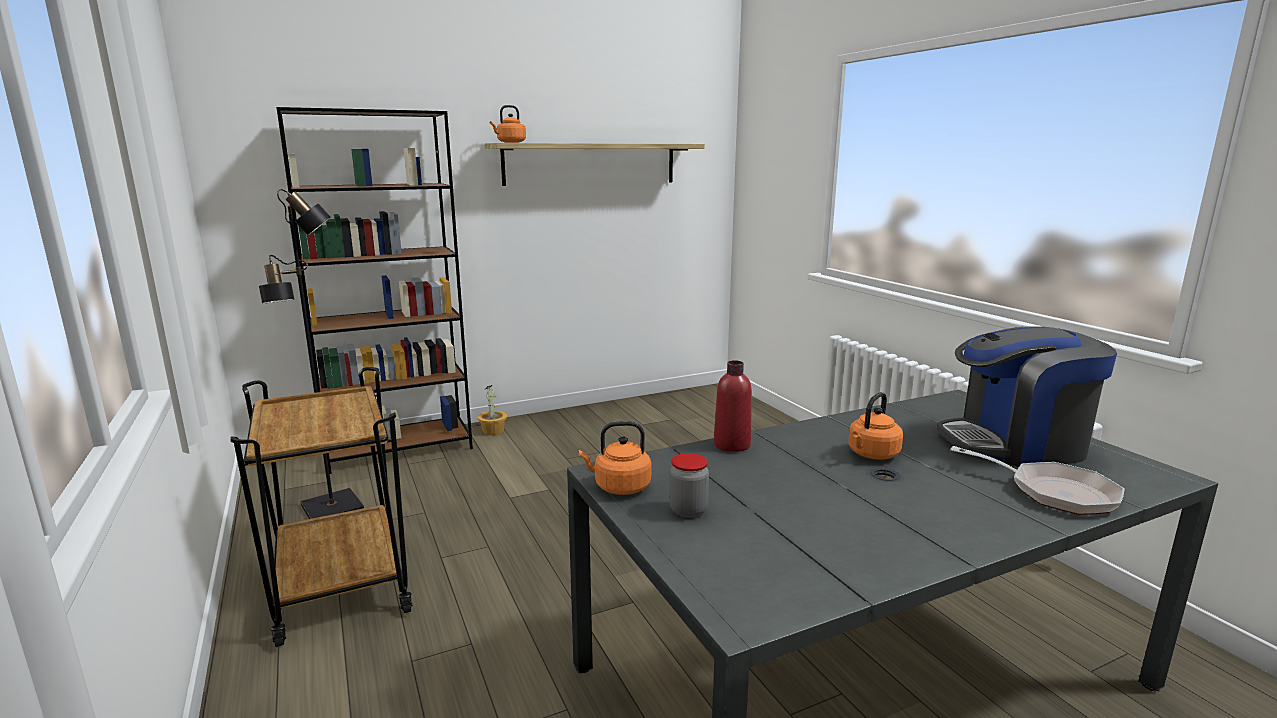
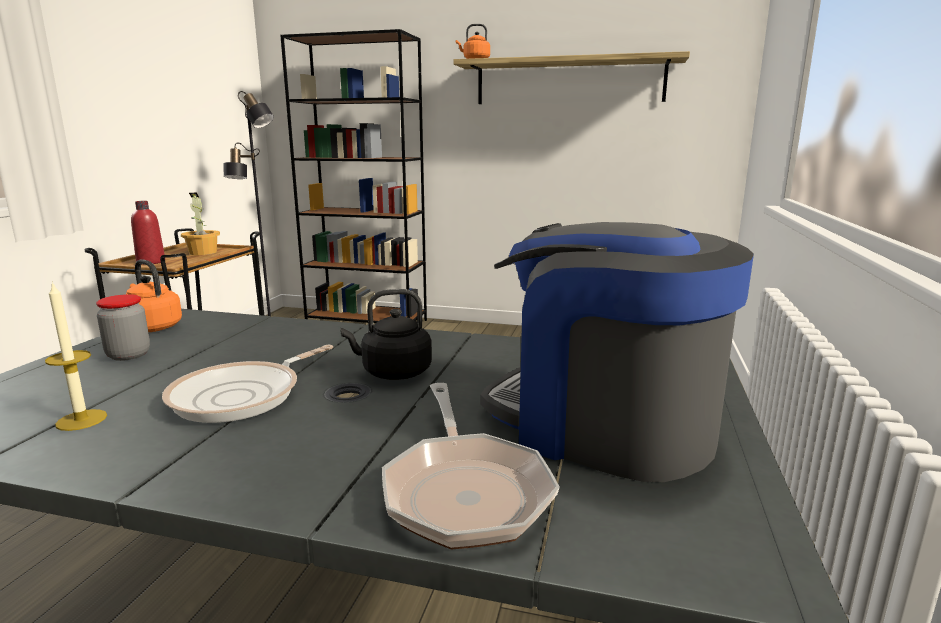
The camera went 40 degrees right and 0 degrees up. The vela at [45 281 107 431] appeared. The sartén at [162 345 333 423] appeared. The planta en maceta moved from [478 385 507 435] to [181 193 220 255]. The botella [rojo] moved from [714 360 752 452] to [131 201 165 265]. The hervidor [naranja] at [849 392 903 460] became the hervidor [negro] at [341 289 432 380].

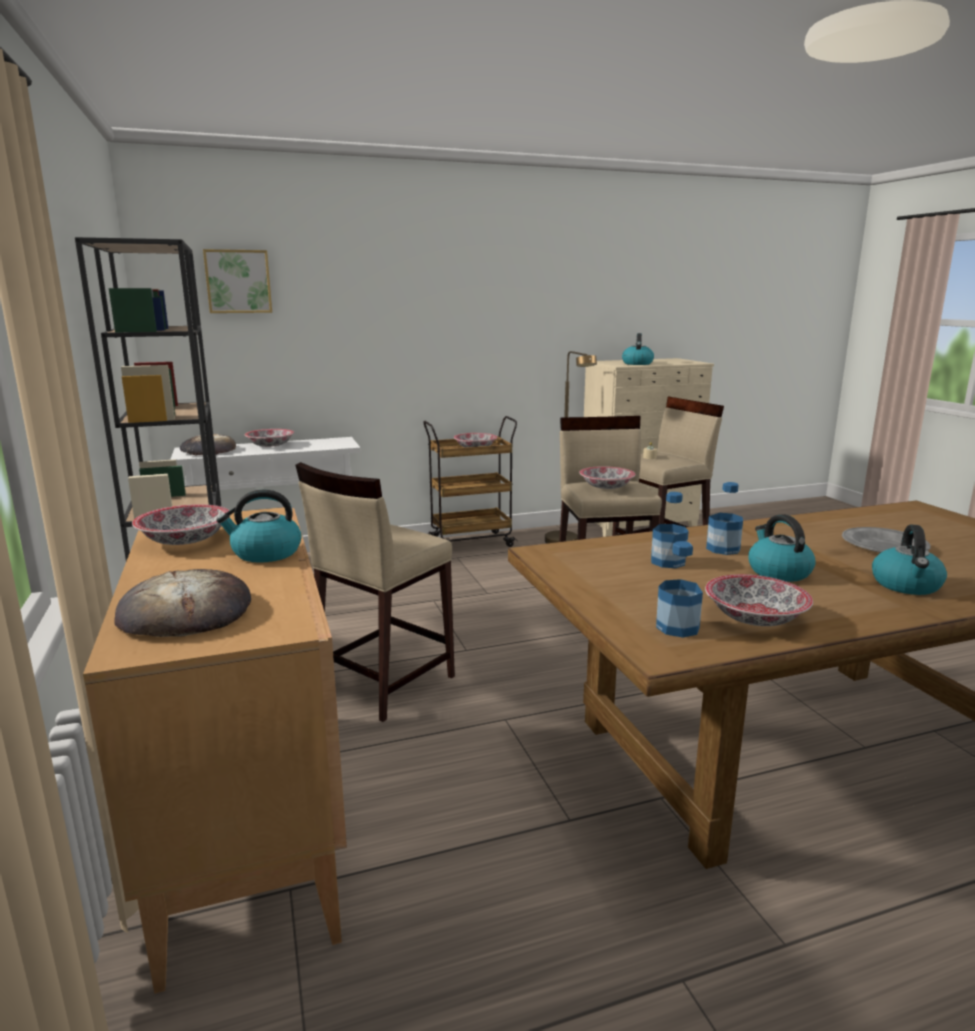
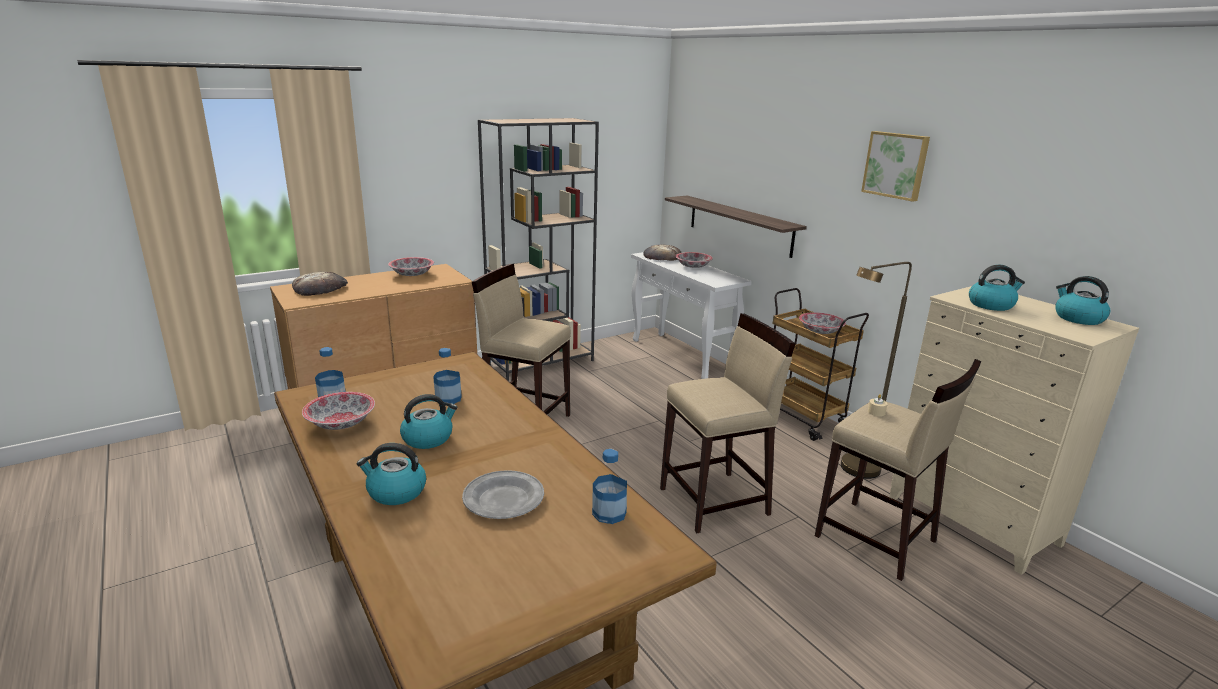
The camera went 75 degrees right and 5 degrees up. The cuenco at [579 466 636 489] disappeared. The estante at [665 196 807 258] appeared. The cuadro moved from [203 249 272 313] to [861 131 930 202]. The hervidor moved from [216 490 302 563] to [1055 276 1110 325]. The botella moved from [706 482 743 555] to [592 449 627 524].

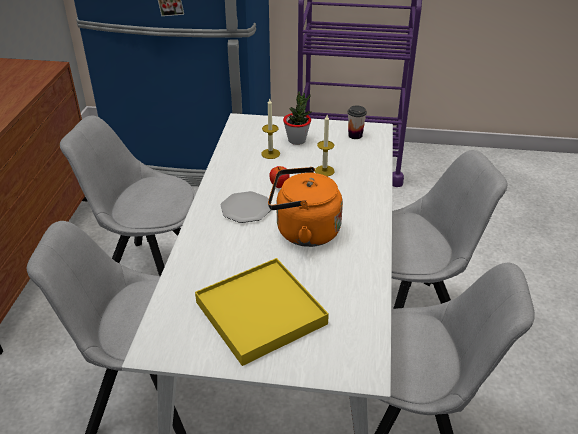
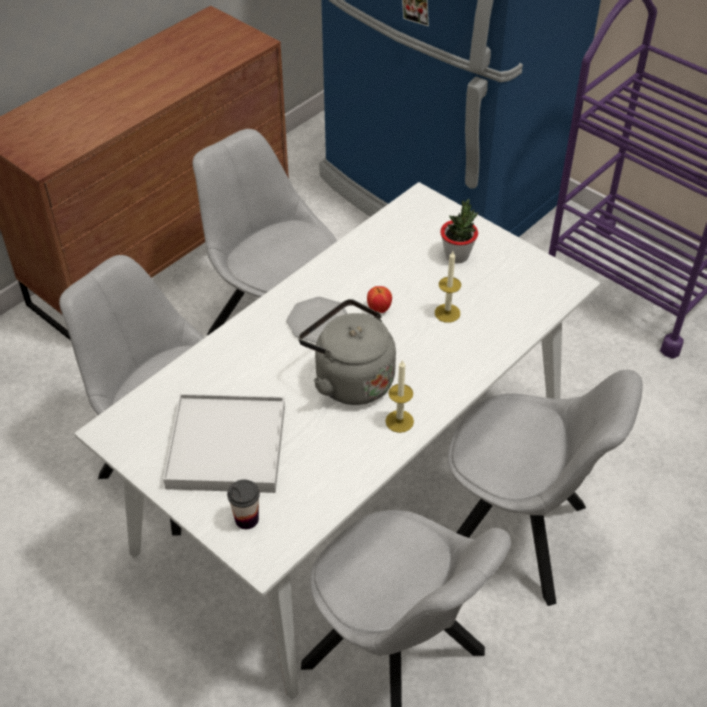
The camera went 35 degrees right and 10 degrees up. The vela moved from [261 99 280 159] to [386 360 414 433]. The taza moved from [348 105 367 139] to [227 480 260 529]. The bandeja [amarillo] at [195 258 329 366] became the bandeja [blanco] at [163 394 285 493]. The hervidor [naranja] at [268 167 343 247] became the hervidor [gris] at [299 299 396 405].

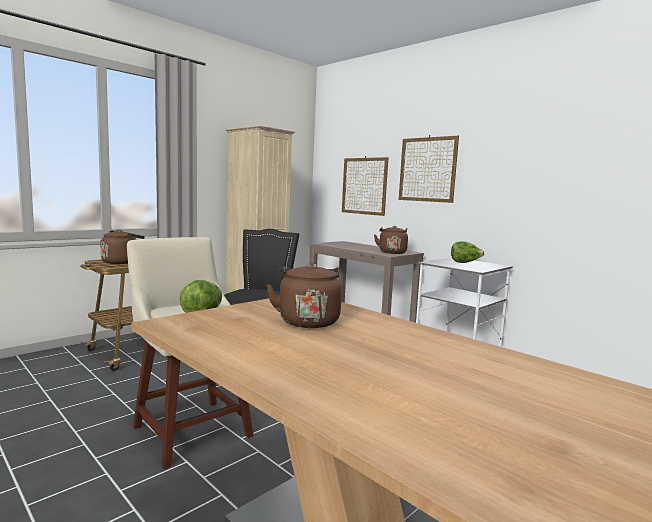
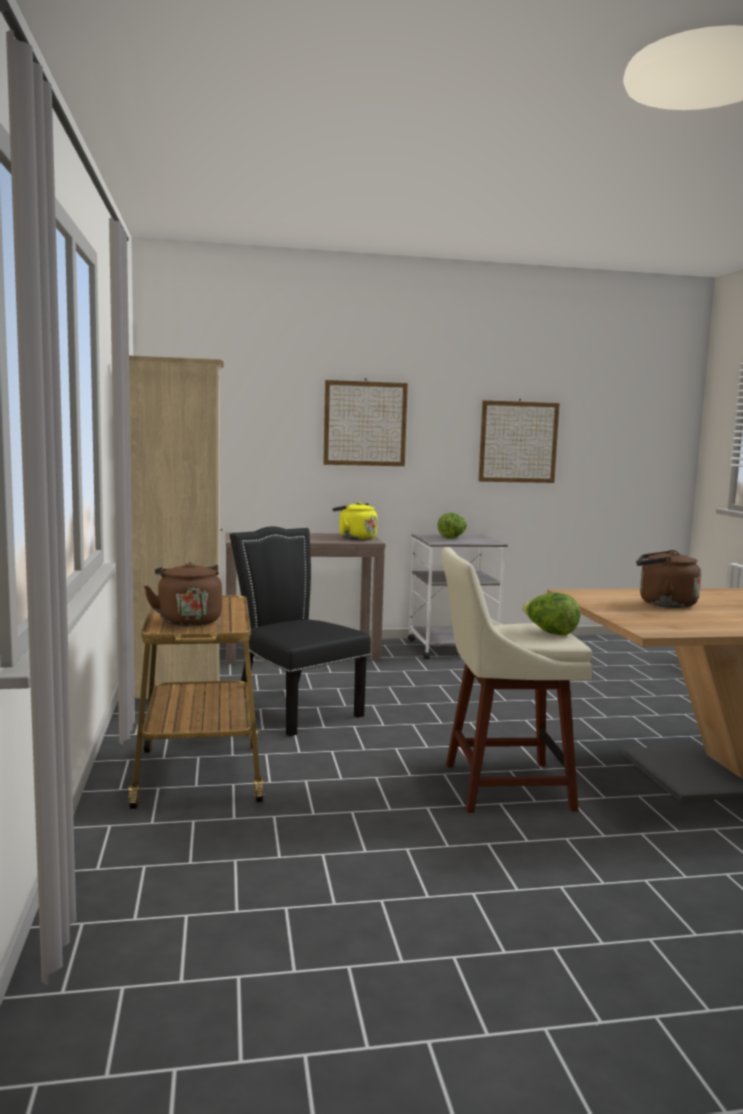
The camera went 55 degrees left and 0 degrees up. The cuadro moved from [342 156 388 216] to [478 399 560 483]. The hervidor [marrón] at [374 226 408 254] became the hervidor [amarillo] at [332 502 377 540].

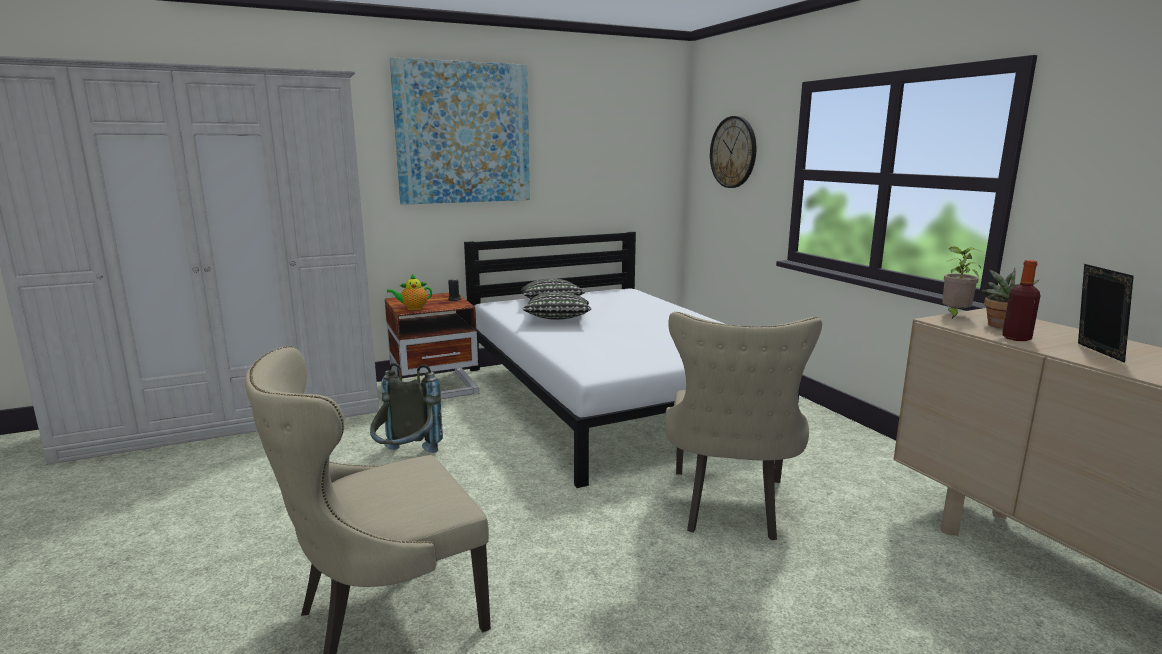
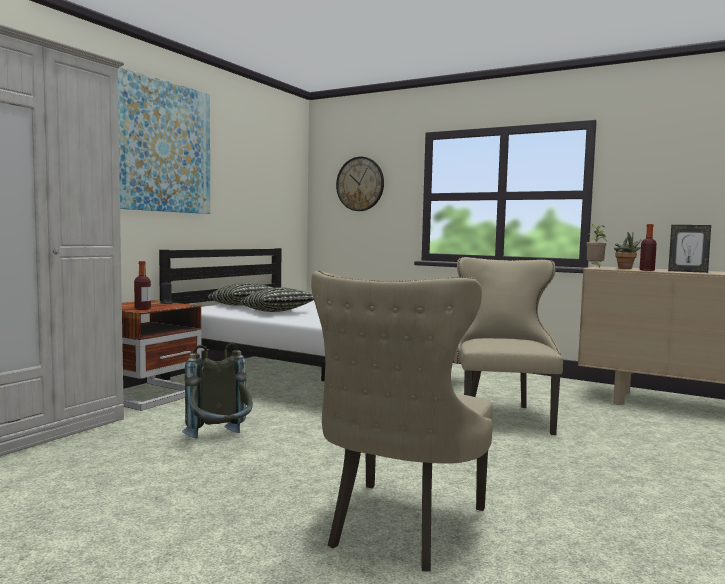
The camera went 35 degrees left and 10 degrees down. The tetera at [387 274 432 310] was replaced by the botella at [134 261 151 310]. The silla [beis] at [665 311 822 540] turned 150 degrees counterclockwise. The portarretratos at [1078 264 1134 363] turned 150 degrees clockwise.

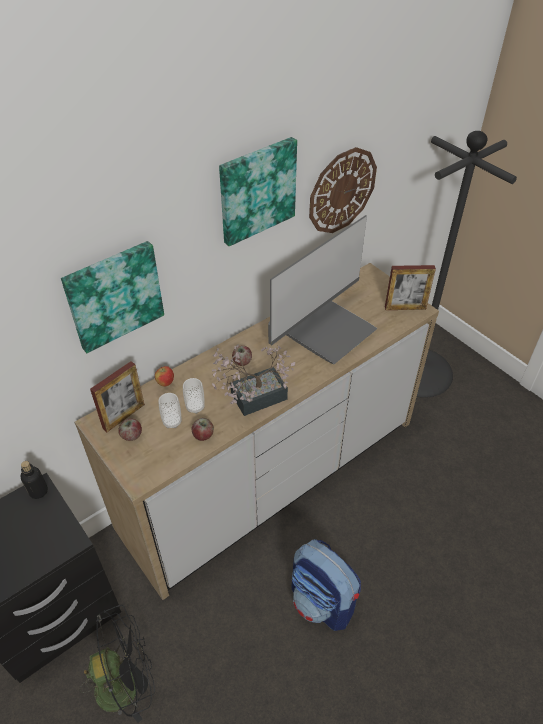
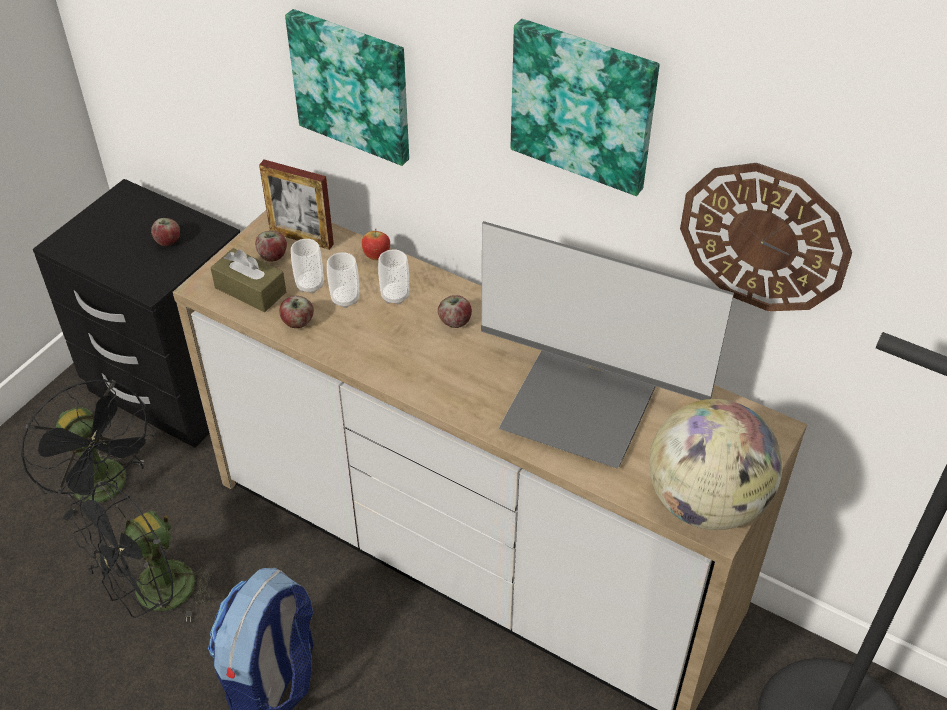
The camera went 70 degrees right and 0 degrees up. The botella at [21 461 48 499] disappeared. The planta en maceta at [212 345 295 416] disappeared. The ventilador [negro] at [70 481 214 622] appeared. The manzana at [151 218 180 246] appeared. The caja de pañuelos [marrón] at [210 248 286 312] appeared. The taza at [378 249 409 305] appeared. The portarretratos at [385 265 436 310] was replaced by the globo terráqueo at [649 399 782 530].

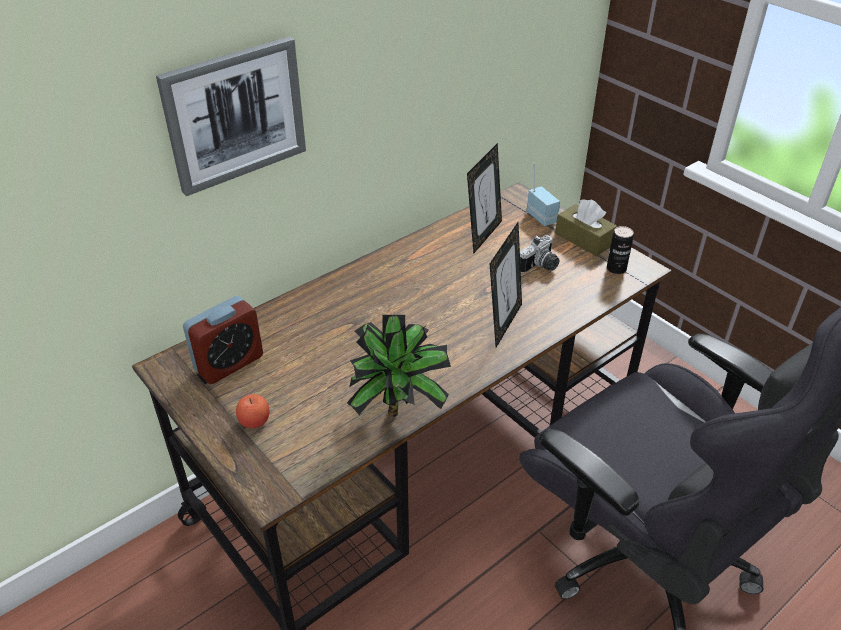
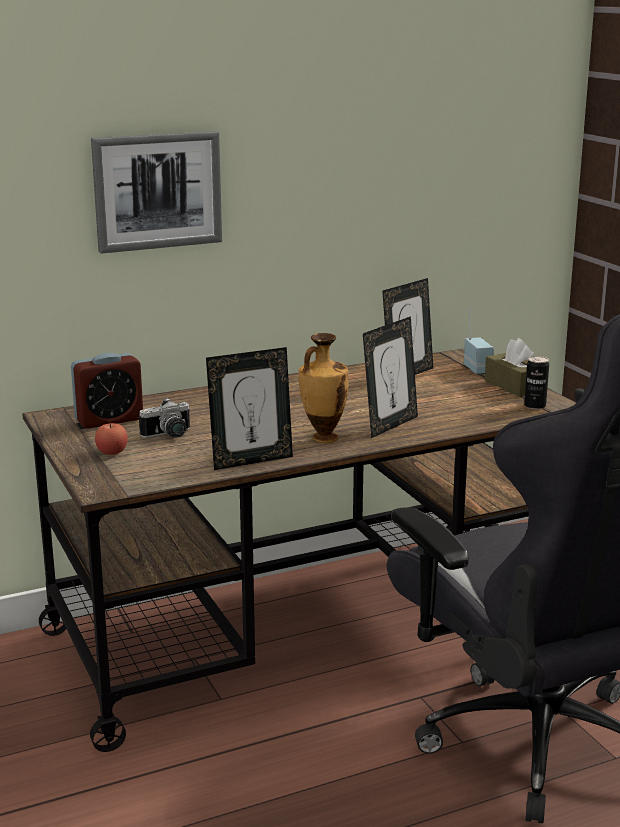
The camera went 15 degrees right and 20 degrees down. The florero at [298 333 349 443] appeared. The cámara moved from [520 235 559 274] to [139 398 190 438]. The planta en maceta at [347 315 451 417] was replaced by the portarretratos at [206 347 293 470].

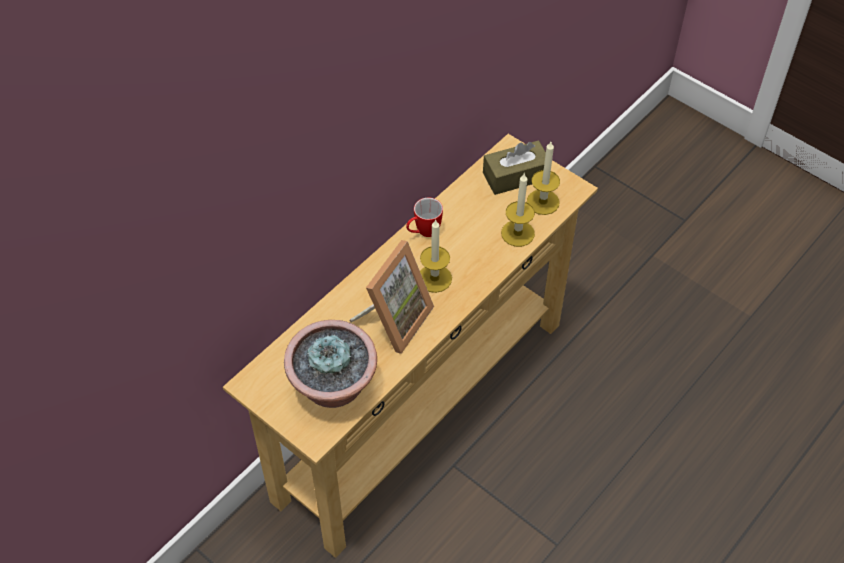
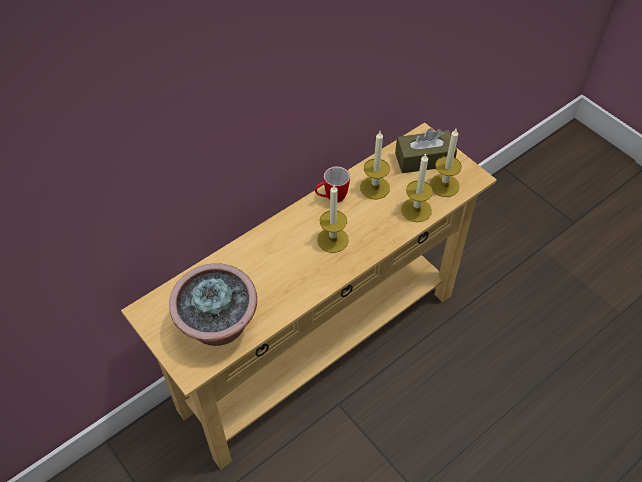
The camera went 10 degrees right and 0 degrees up. The portarretratos at [350 240 434 354] disappeared. The vela at [360 131 390 199] appeared.

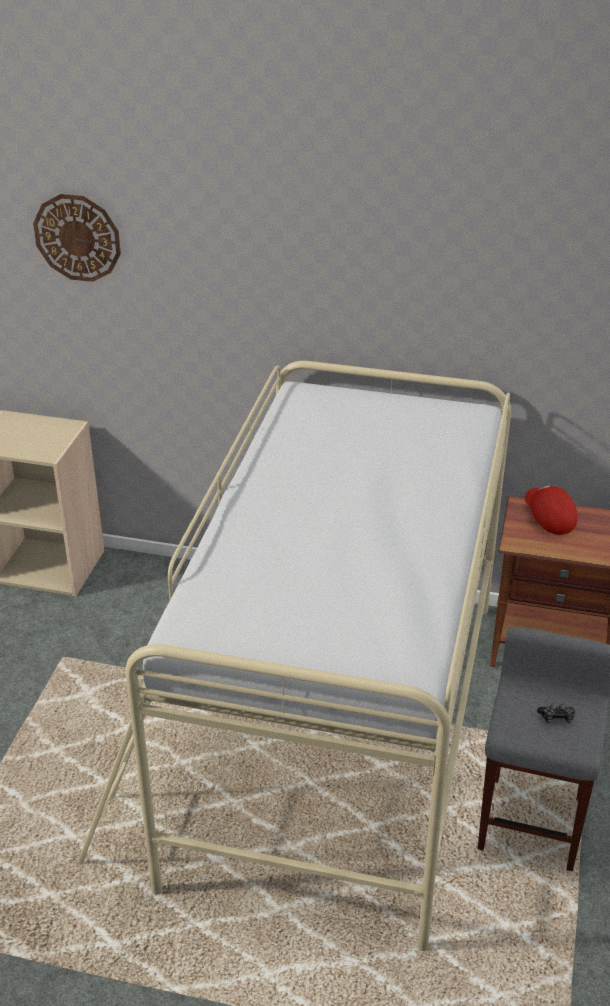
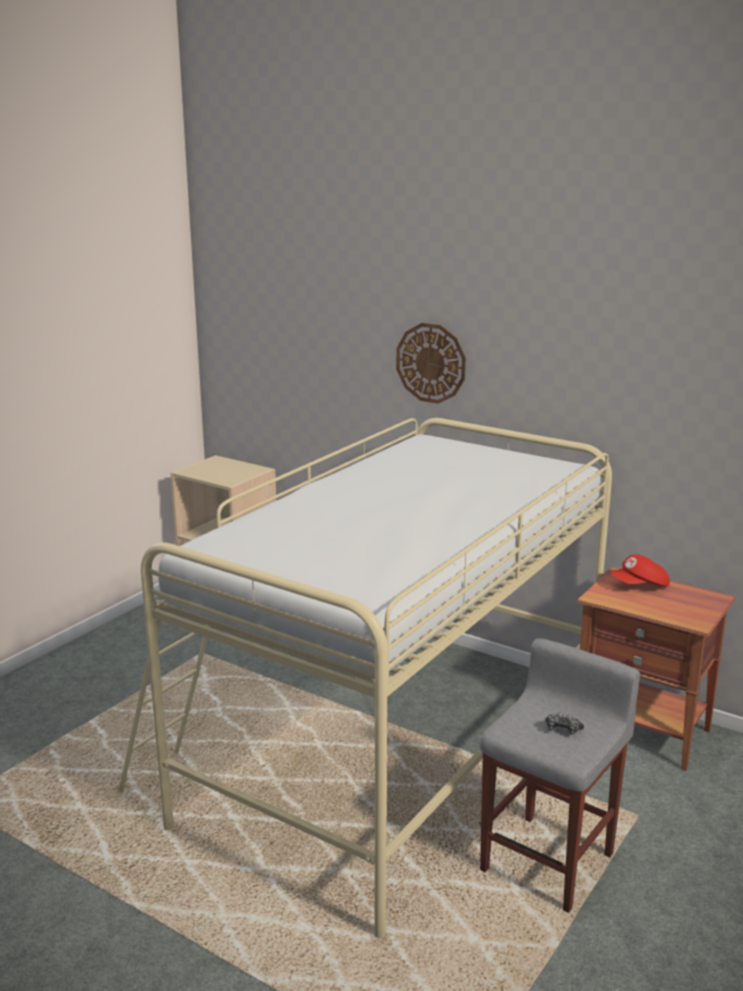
The camera went 20 degrees right and 15 degrees down. The reloj de pared moved from [33 194 121 282] to [396 323 466 404]. The gorra [rojo] at [525 485 578 535] turned 105 degrees counterclockwise.

